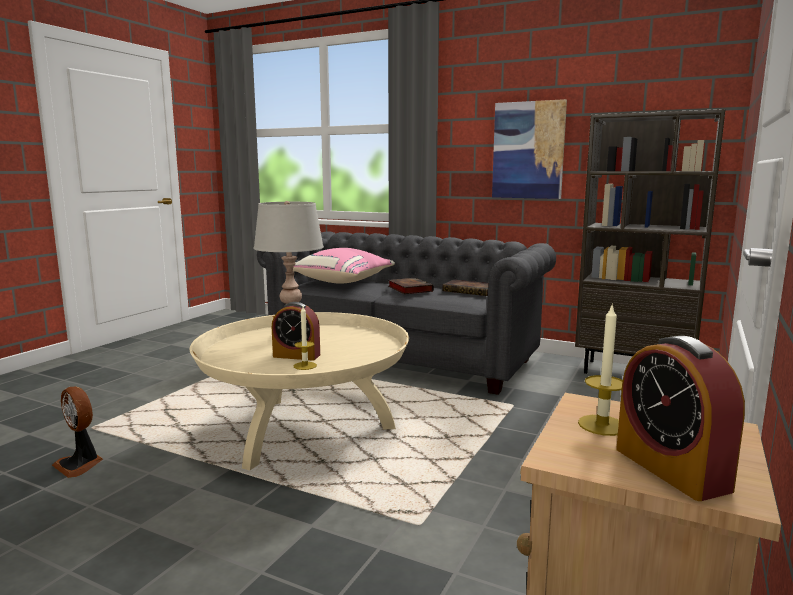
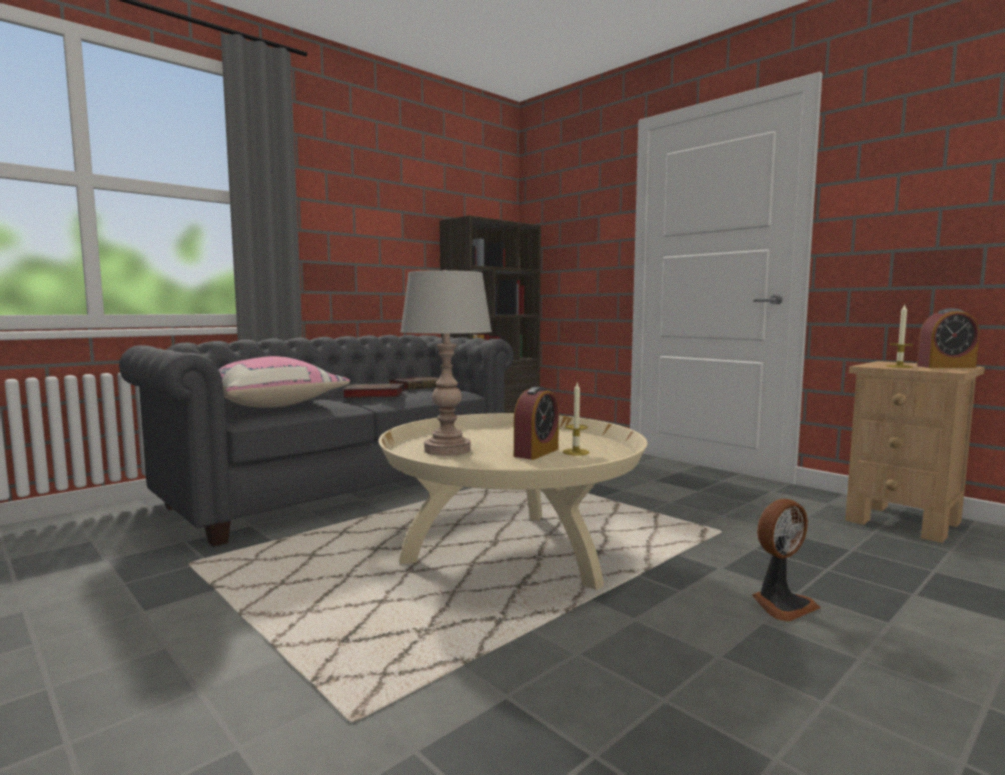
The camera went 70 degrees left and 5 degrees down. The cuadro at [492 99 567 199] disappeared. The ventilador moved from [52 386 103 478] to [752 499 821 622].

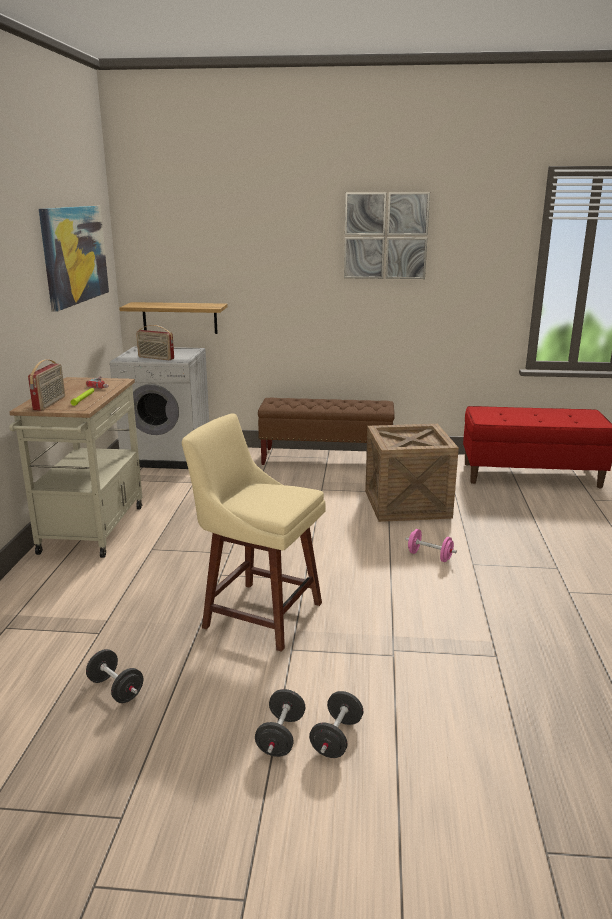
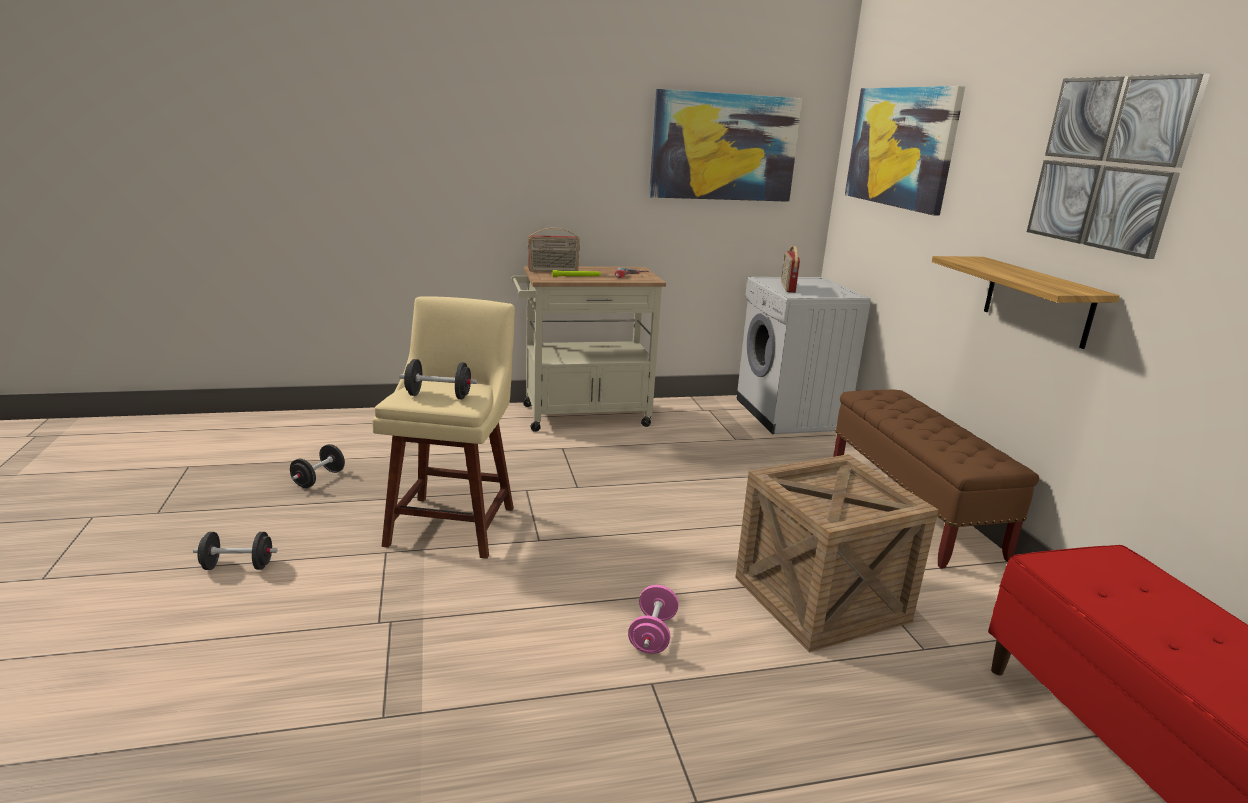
The camera went 70 degrees right and 0 degrees up. The cuadro at [845 86 965 216] appeared. The estante moved from [119 302 227 334] to [932 256 1120 349]. The mancuerna [negro] moved from [309 691 363 758] to [399 359 477 399].

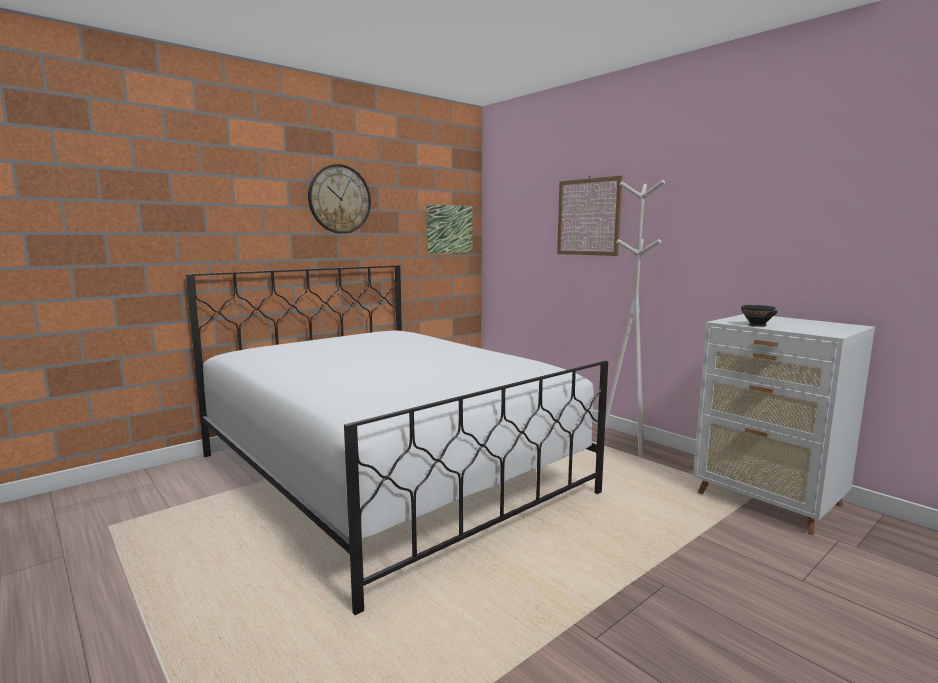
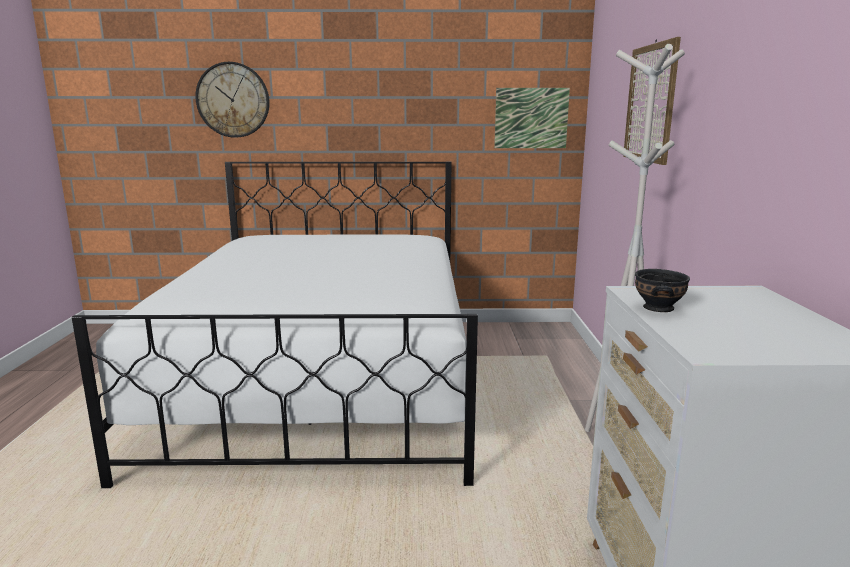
The camera went 40 degrees right and 5 degrees up. The reloj de pared moved from [308 164 371 234] to [195 62 270 138].

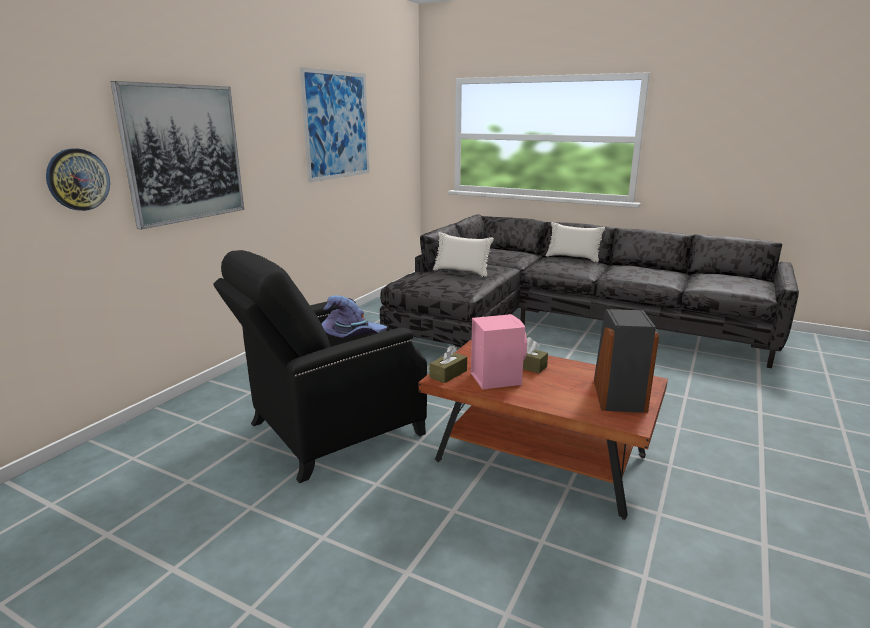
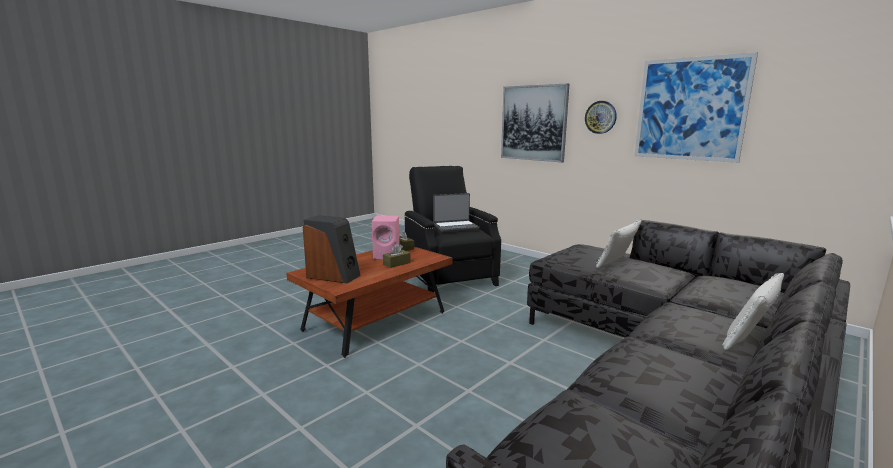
The camera went 105 degrees right and 5 degrees down. The reloj de pared moved from [46 148 110 211] to [585 101 617 134]. The sombrero [morado] at [322 295 387 338] was replaced by the portátil at [433 193 480 232].

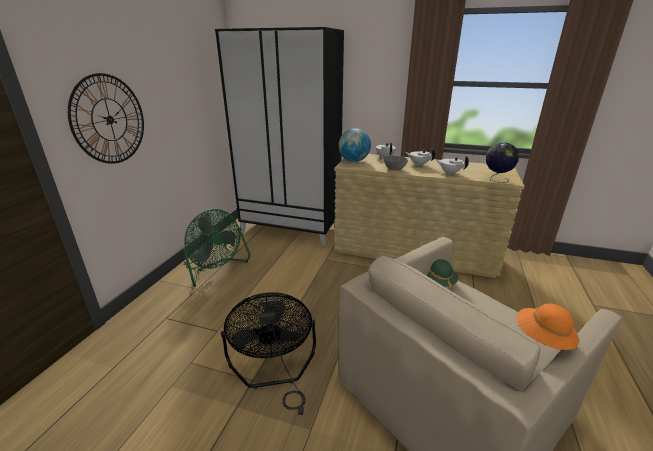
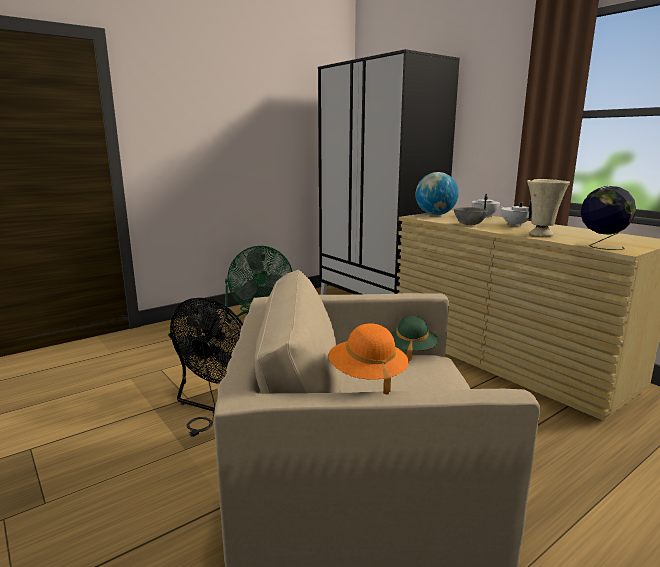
The camera went 35 degrees right and 10 degrees down. The reloj de pared at [68 73 144 164] disappeared. The tetera [blanco] at [435 156 469 174] was replaced by the florero [beis] at [527 179 570 236].

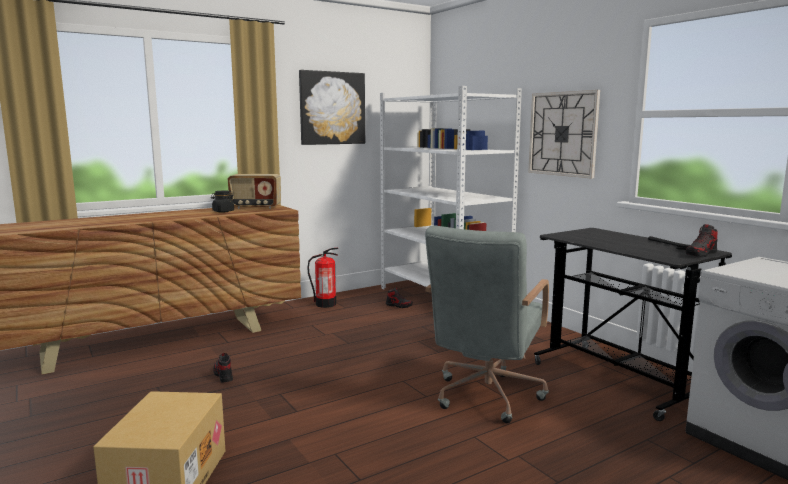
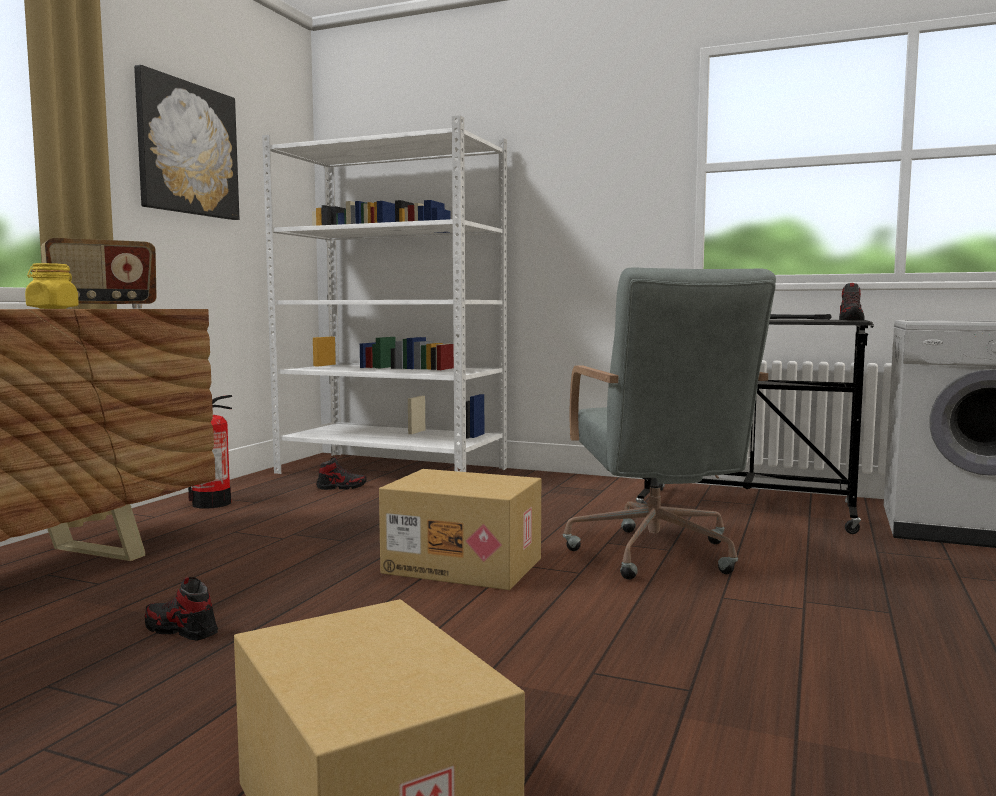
The camera went 35 degrees left and 5 degrees down. The reloj de pared at [528 90 600 179] disappeared. The caja de cartón at [379 469 541 590] appeared. The tarro [negro] at [211 190 234 213] became the tarro [amarillo] at [25 263 79 309].

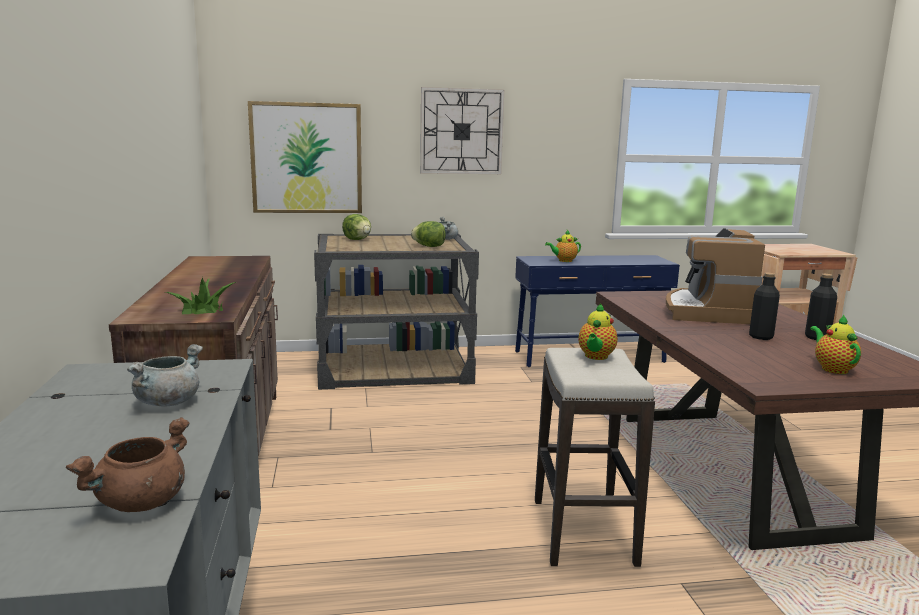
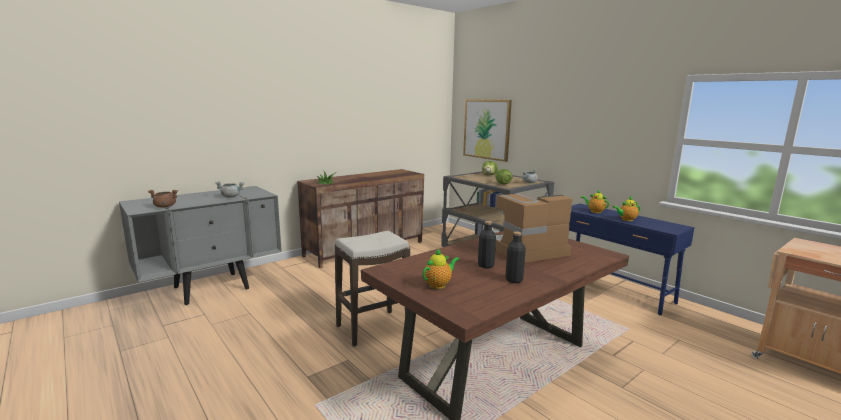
The camera went 60 degrees right and 0 degrees up. The reloj de pared at [420 87 504 174] disappeared. The tetera moved from [578 303 618 360] to [612 196 640 221].

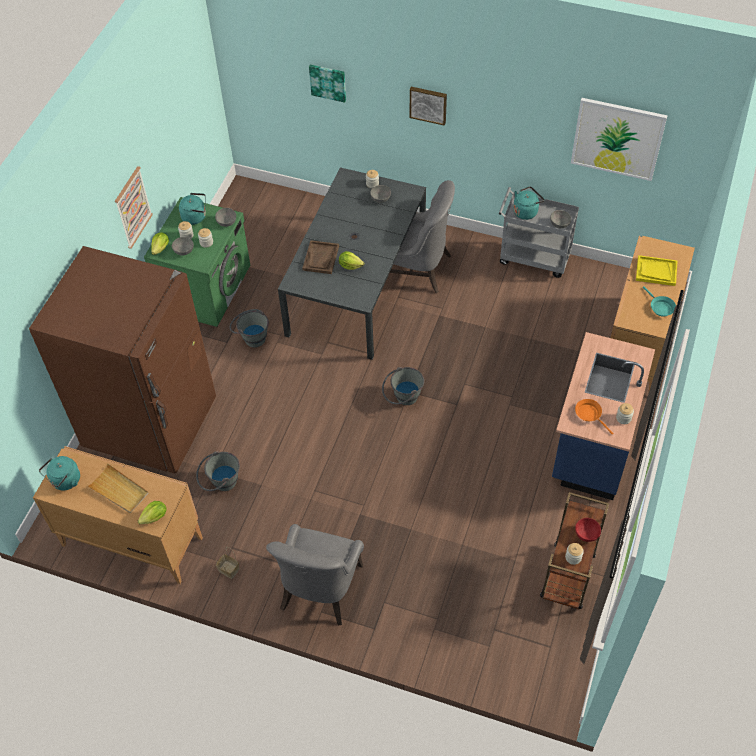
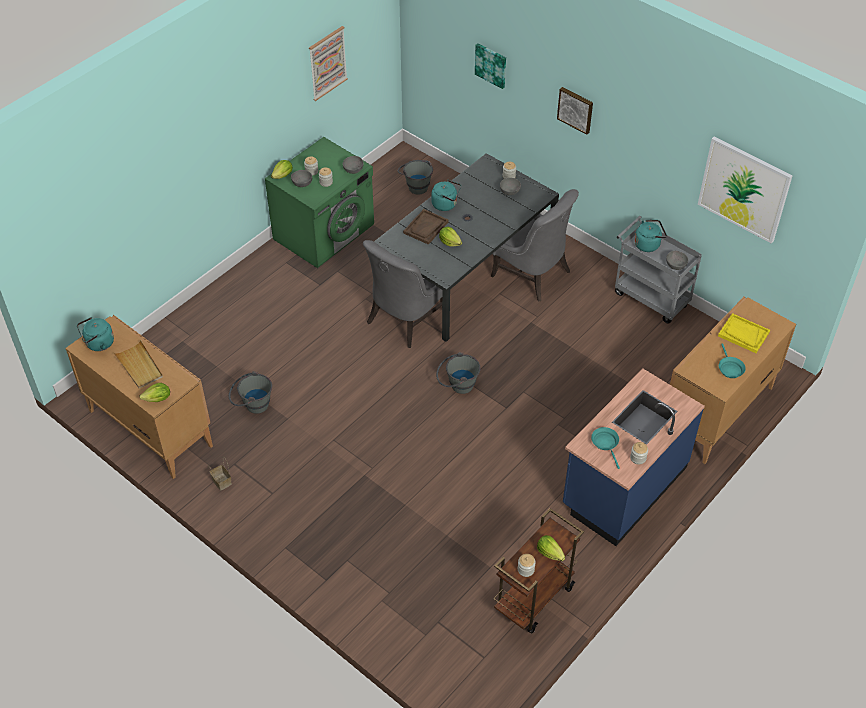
The camera went 20 degrees right and 5 degrees down. The nevera [marrón] at [29 246 216 473] disappeared. The cuadro moved from [115 166 153 249] to [309 26 348 101]. The hervidor [turquesa] moved from [179 193 206 225] to [431 180 461 211]. The cubo [gris] moved from [230 309 269 347] to [398 160 433 195]. The silla [gris] moved from [266 524 364 625] to [363 240 442 348]. The cuenco [rojo] at [575 518 601 542] was replaced by the lechuga at [537 535 565 561]. The sartén [naranja] at [575 399 613 434] became the sartén [turquesa] at [591 427 620 469].

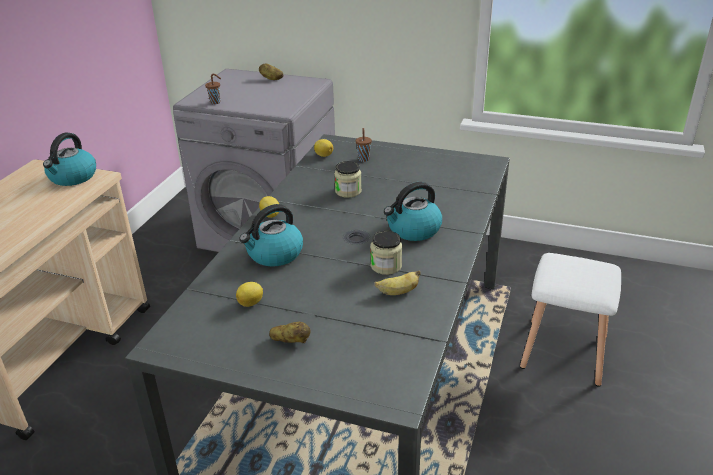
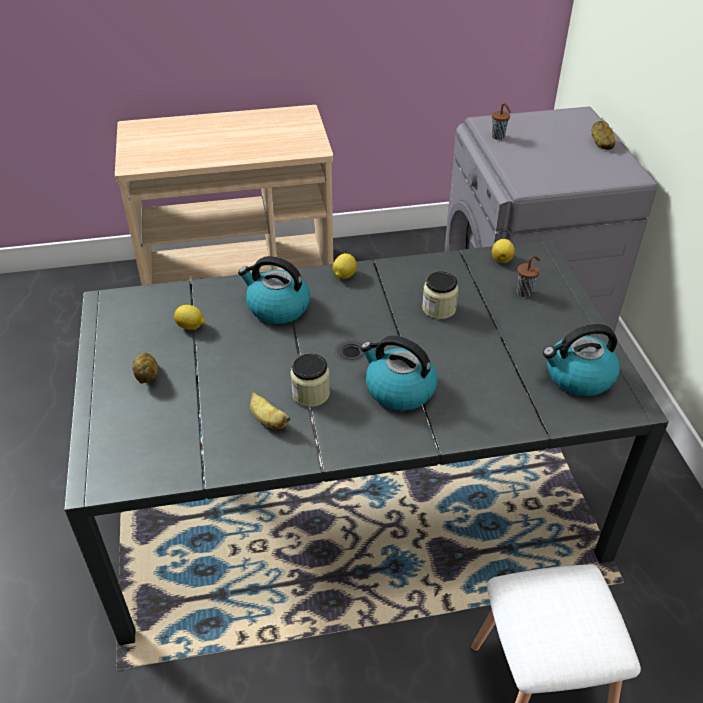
The camera went 60 degrees right and 10 degrees up. The hervidor moved from [43 133 96 186] to [543 324 620 396].

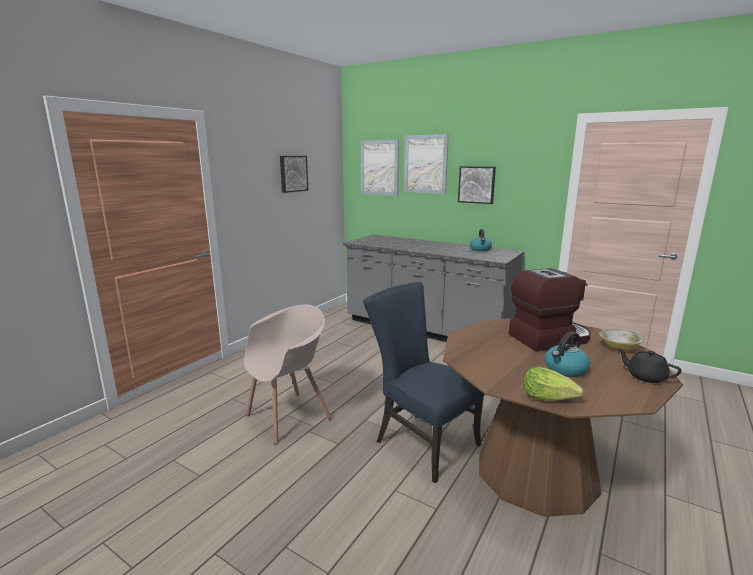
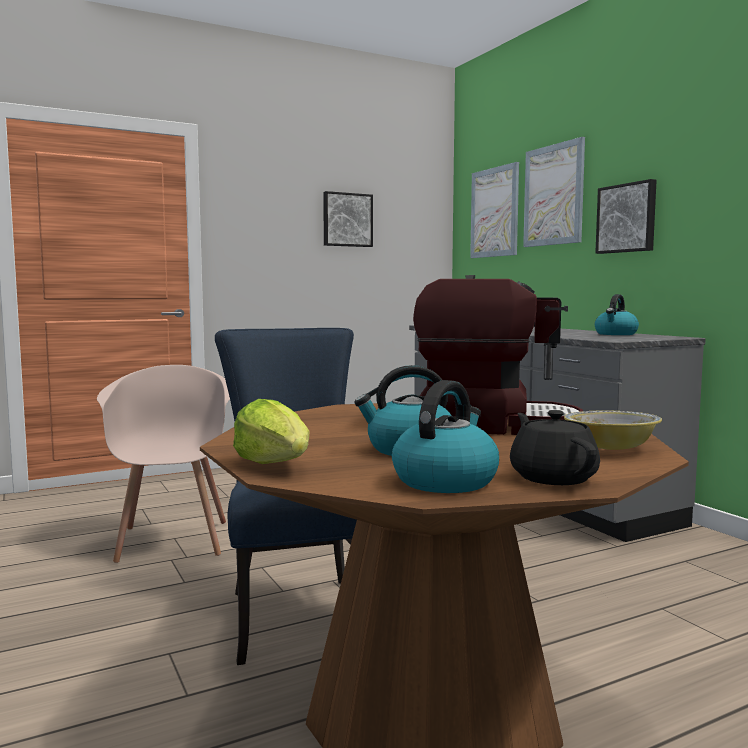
The camera went 30 degrees right and 10 degrees down. The hervidor at [392 380 499 493] appeared. The silla [beis] at [244 304 332 444] turned 90 degrees counterclockwise.

